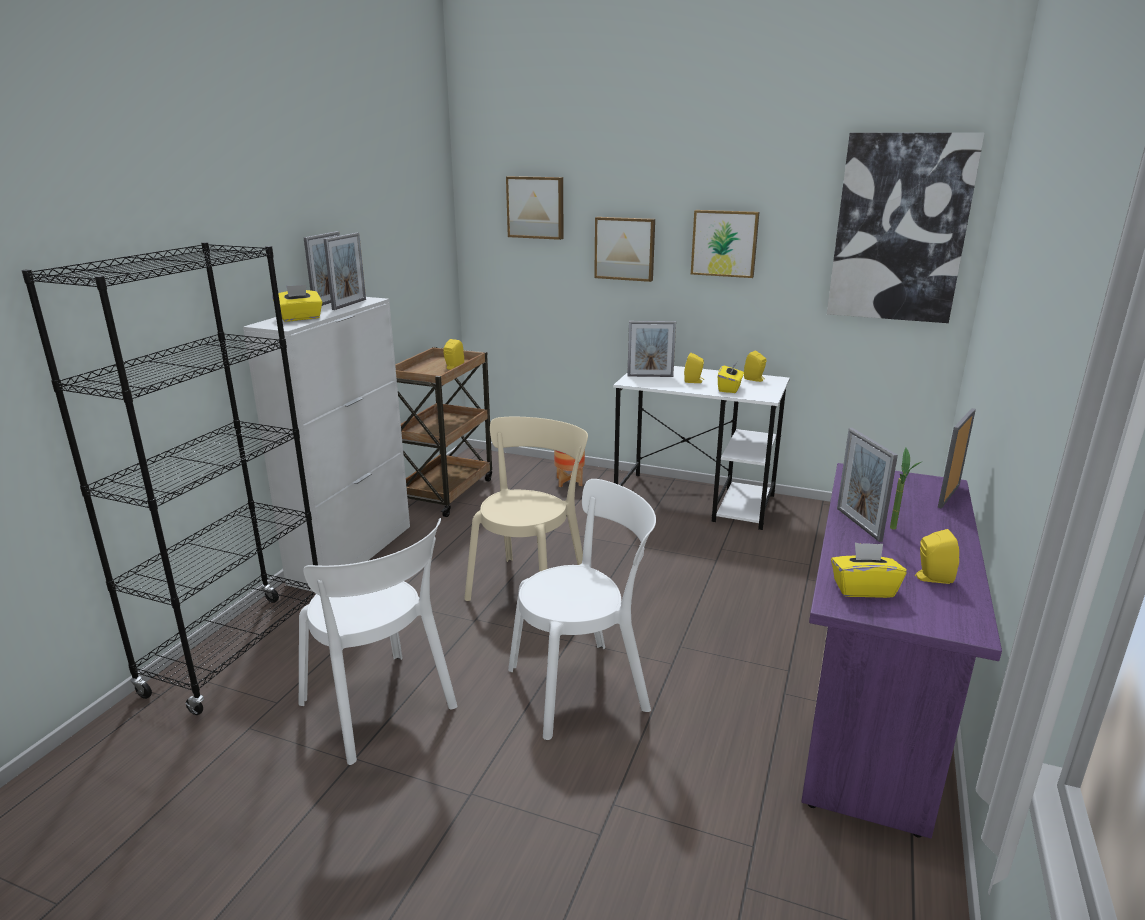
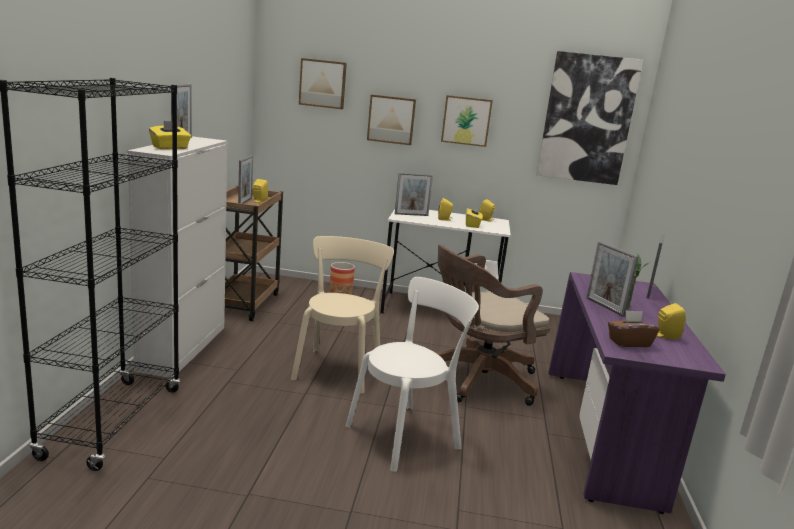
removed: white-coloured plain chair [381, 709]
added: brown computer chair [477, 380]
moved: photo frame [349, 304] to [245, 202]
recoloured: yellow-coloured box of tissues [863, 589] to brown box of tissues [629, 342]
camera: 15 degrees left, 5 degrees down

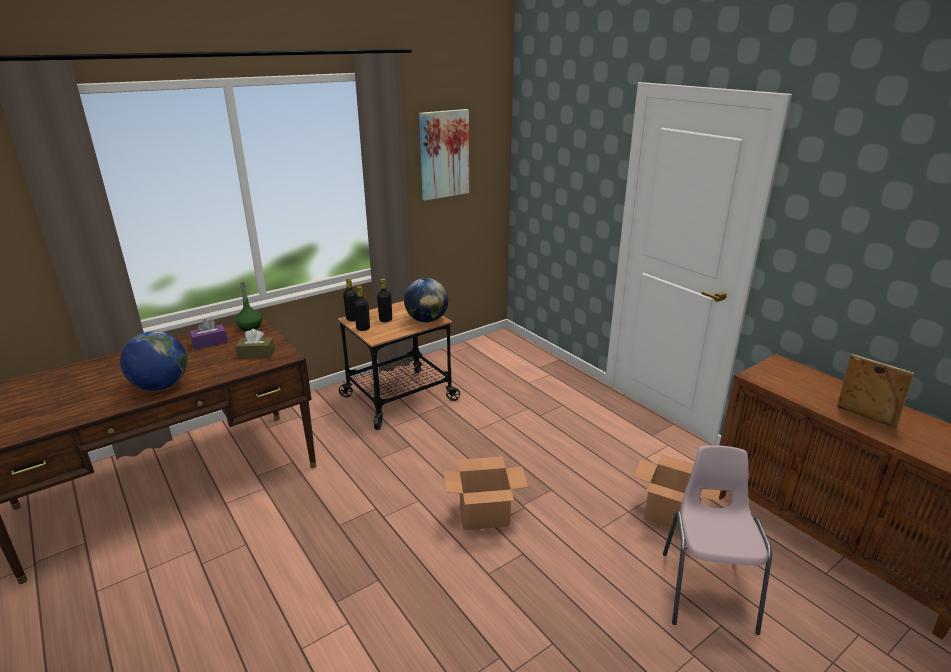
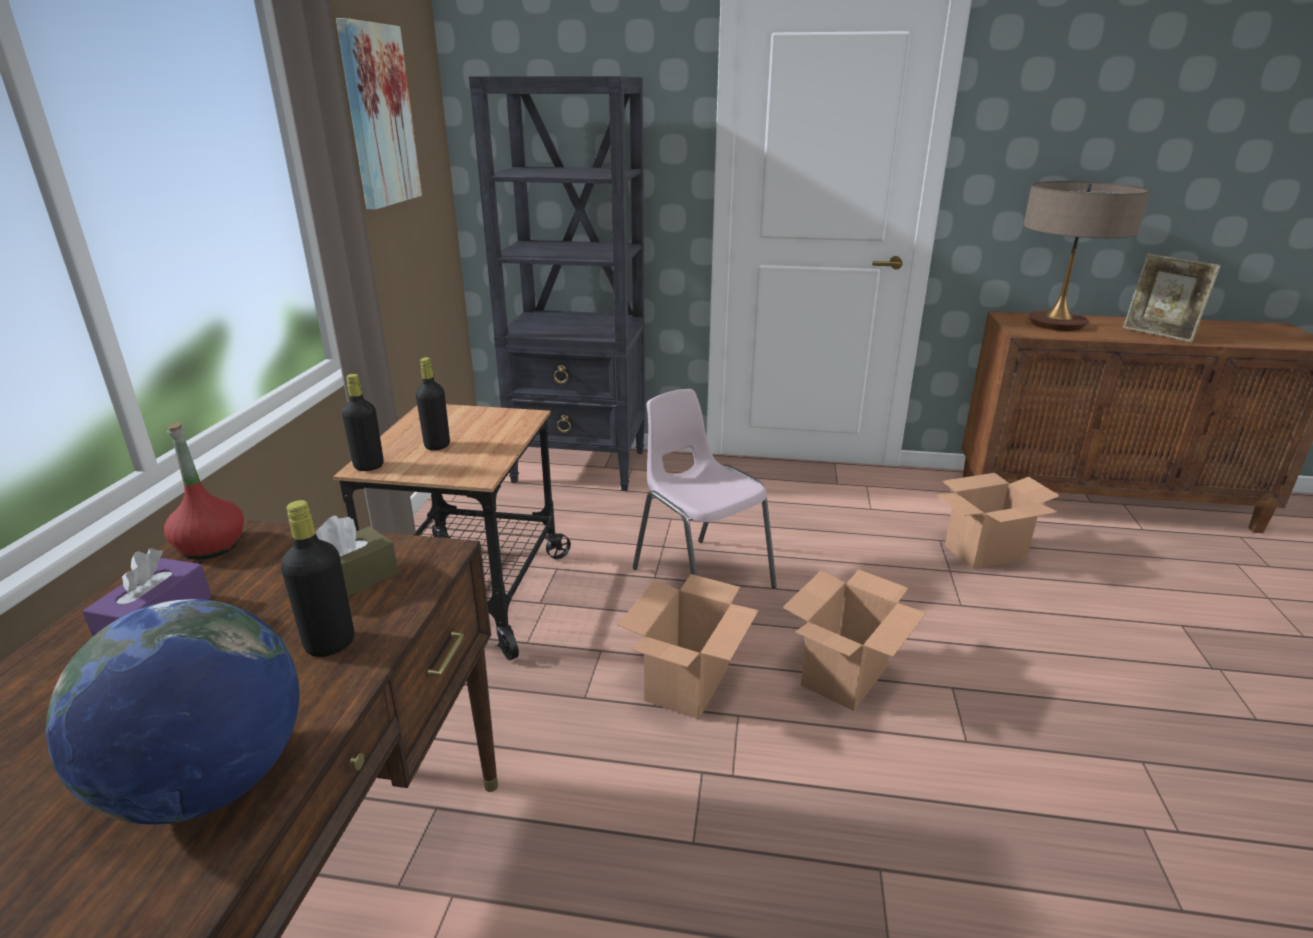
removed: desk globe [427, 320]
added: black bookshelf [581, 467]; cardboard box [687, 683]; lamp for a table [1056, 324]
moved: black bottle [363, 328] to [330, 644]; pink plain chair [706, 590] to [701, 577]
recoloured: greenish bottle [250, 327] to reddish bottle [211, 546]
turned: photo frame [863, 418] = [1158, 335] 135 degrees counterclockwise
camera: 45 degrees left, 0 degrees up

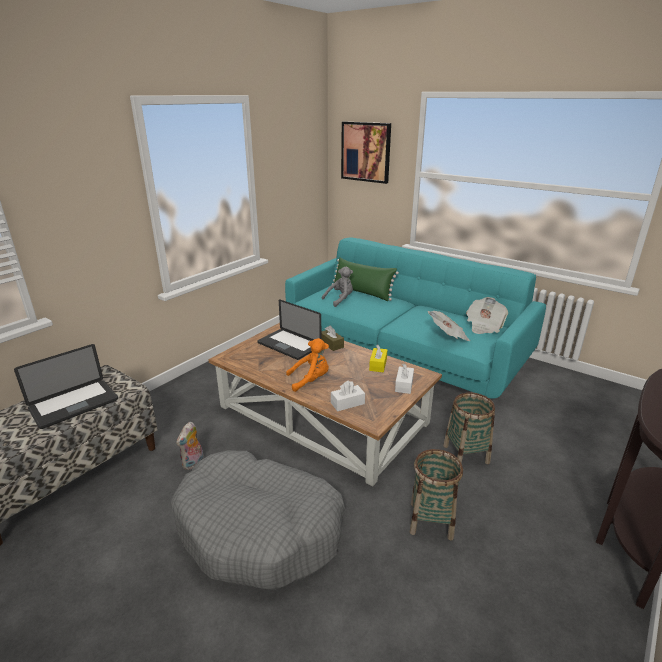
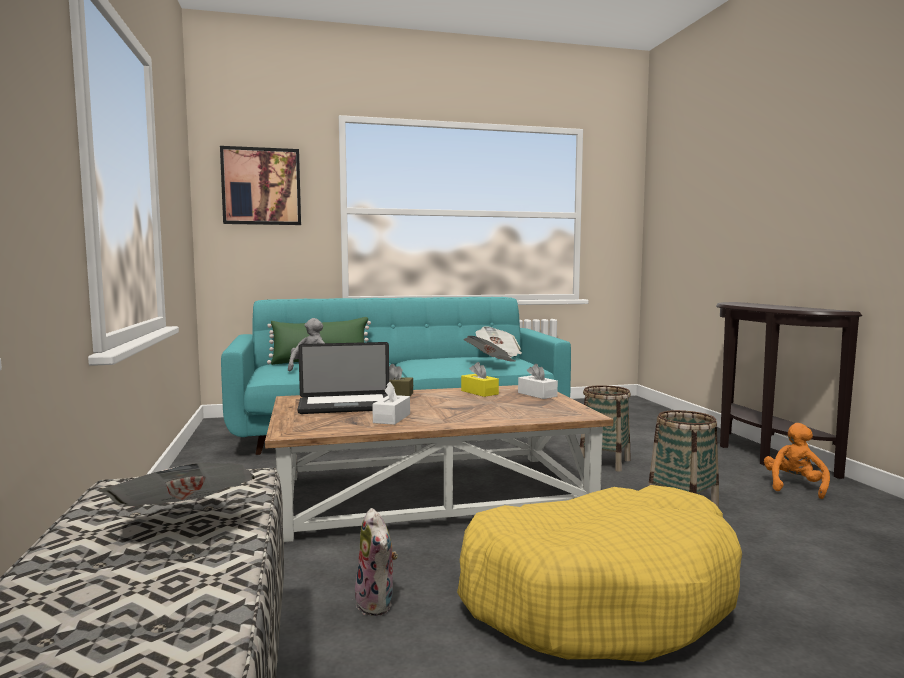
moved: white-coloured box of tissues [347, 403] to [391, 418]; orangey cuddly toy [310, 380] to [794, 486]
replaced: notebook computer [74, 404] to printed paper [184, 523]
recoloured: grey pet bed [259, 529] to yellow-coloured pet bed [598, 595]
camera: 50 degrees left, 20 degrees down

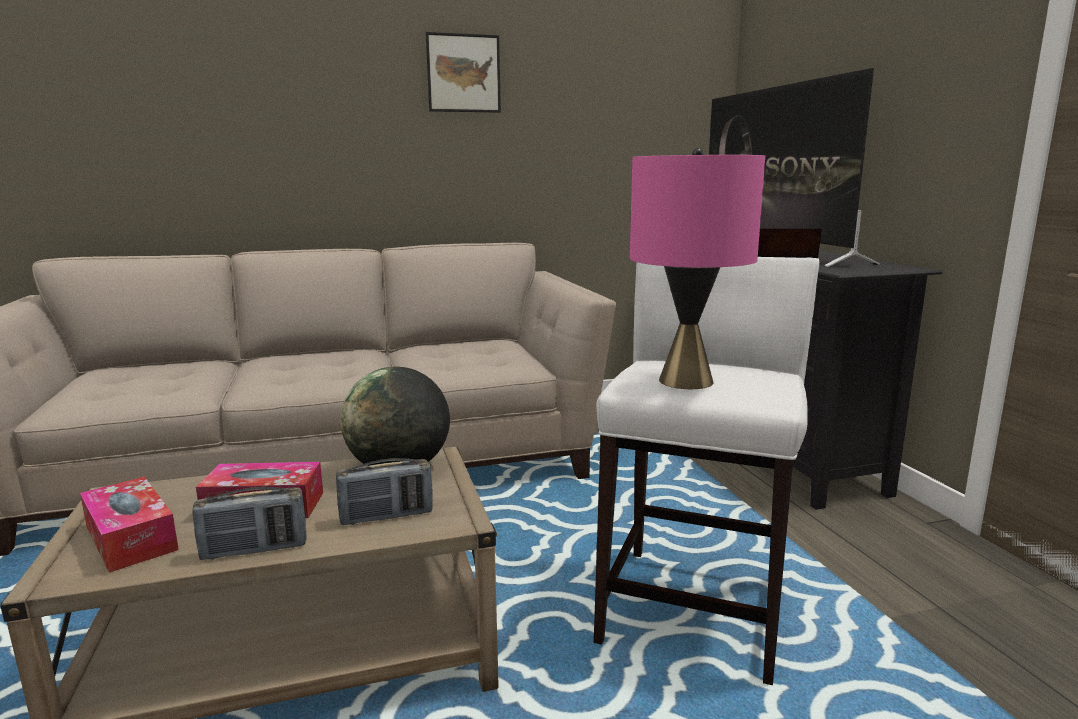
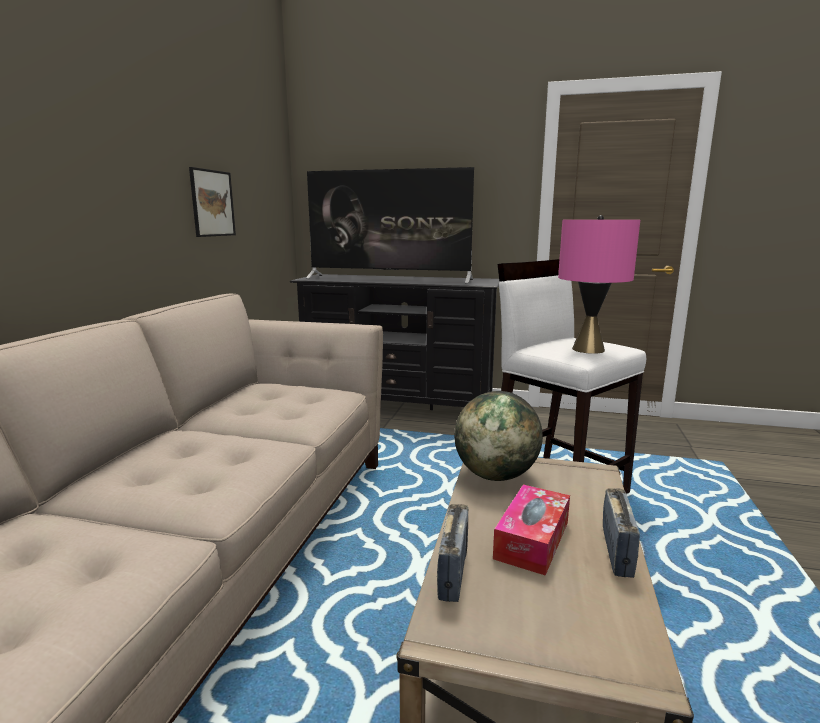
removed: box of tissues [131, 538]
moved: wall art [463, 73] to [212, 203]; radio set [386, 516] to [453, 573]
camera: 60 degrees left, 0 degrees up

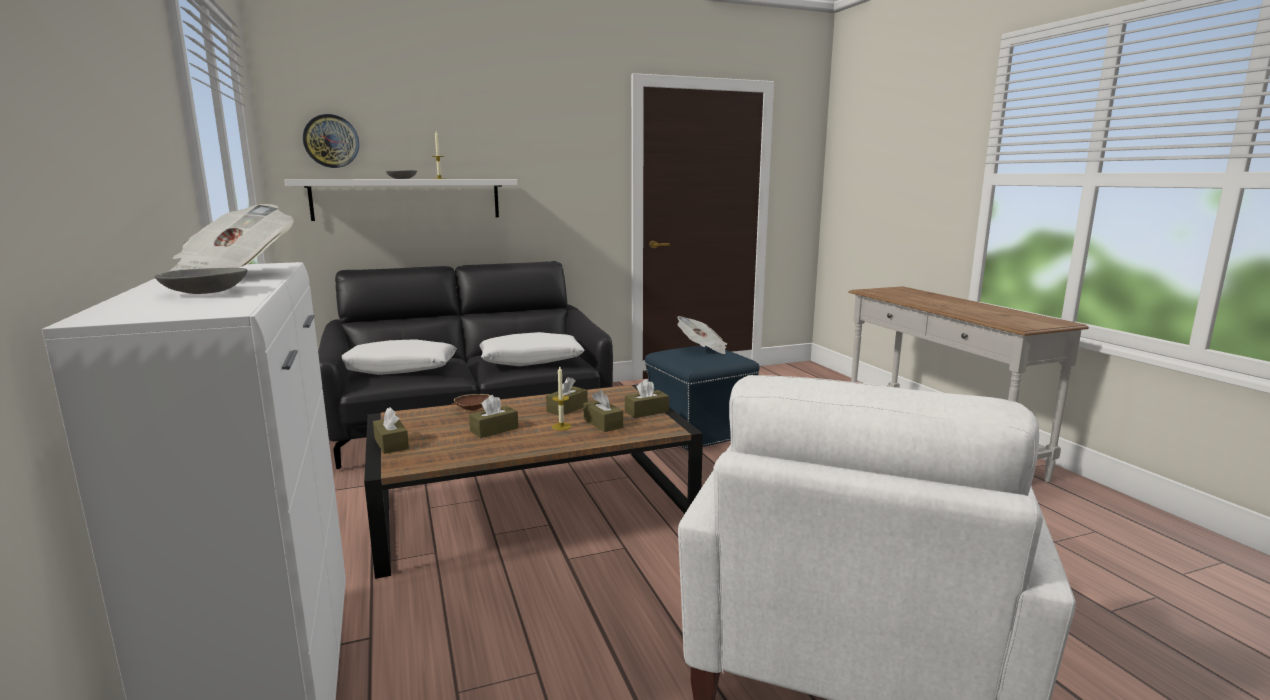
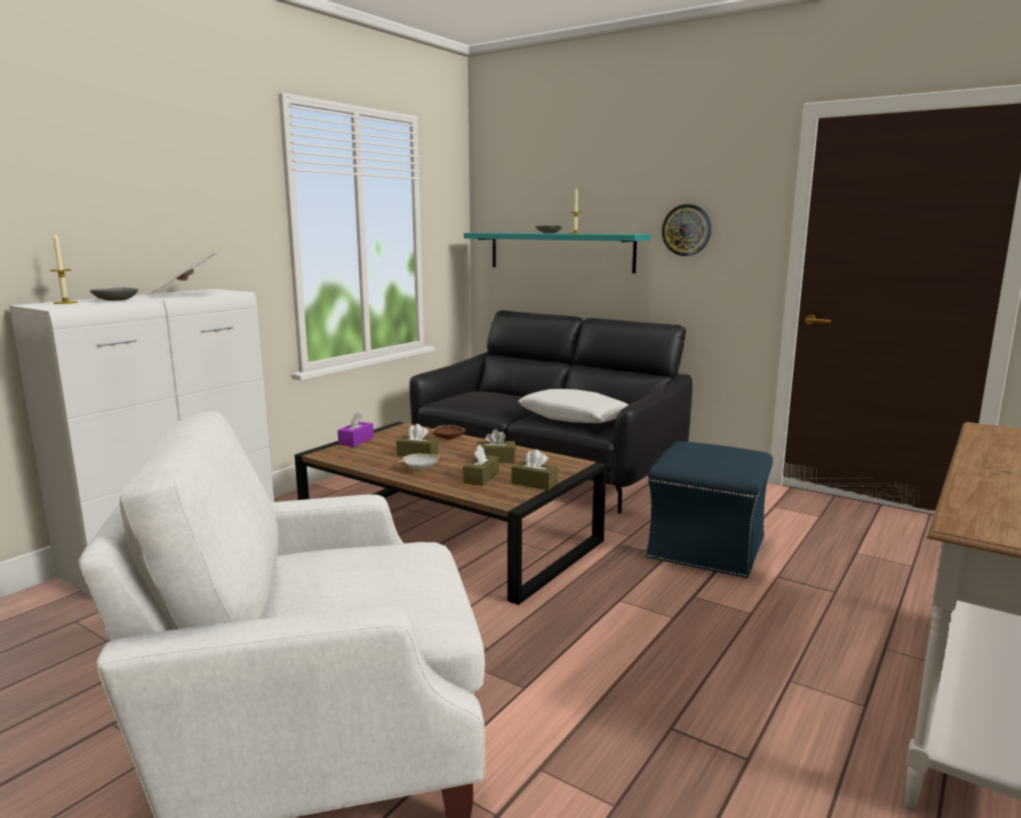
removed: white-coloured throw pillow [400, 369]; printed paper [702, 349]
added: white-coloured bowl [419, 468]
moved: wax light [561, 426] to [65, 302]; hanging clock [331, 141] to [686, 230]
recoloured: brown box of tissues [391, 444] to purple-coloured box of tissues [356, 441]; white-coloured wall shelf [407, 199] to turquoise-coloured wall shelf [560, 251]
camera: 55 degrees right, 0 degrees up

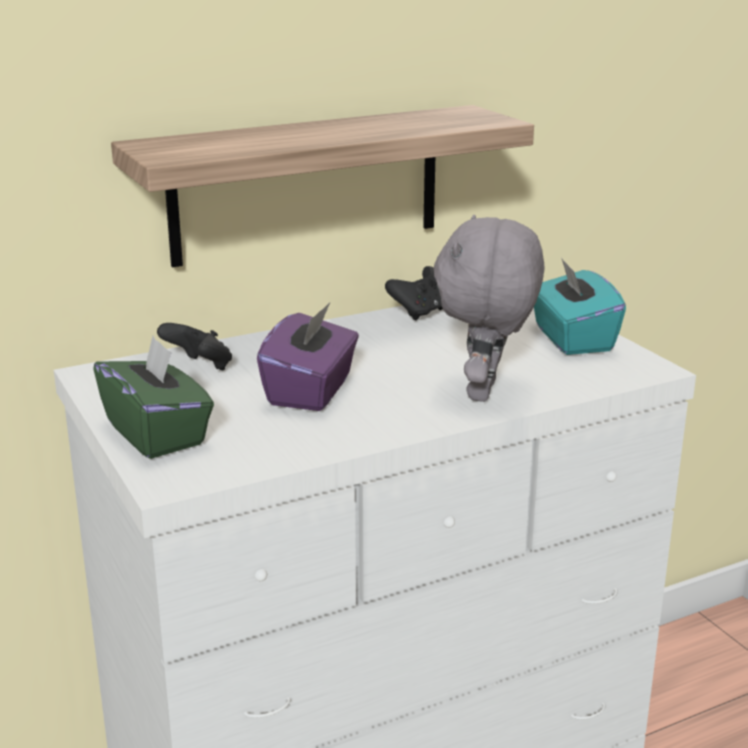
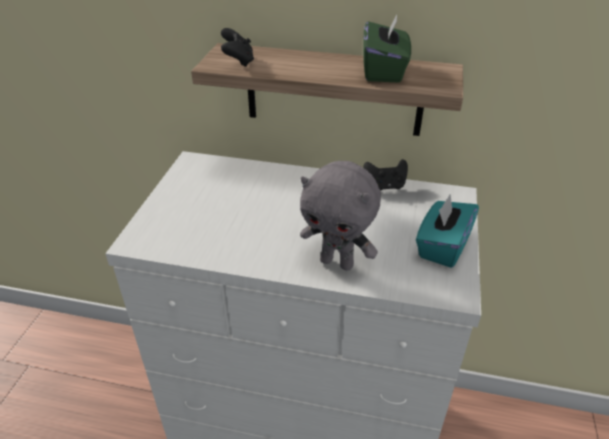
removed: purple-coloured box of tissues [311, 391]
moved: black game controller [200, 367] to [238, 61]; greenish box of tissues [157, 433] to [384, 71]
turned: grey cuddly toy [486, 392] = [338, 262] 120 degrees counterclockwise
camera: 40 degrees right, 15 degrees up

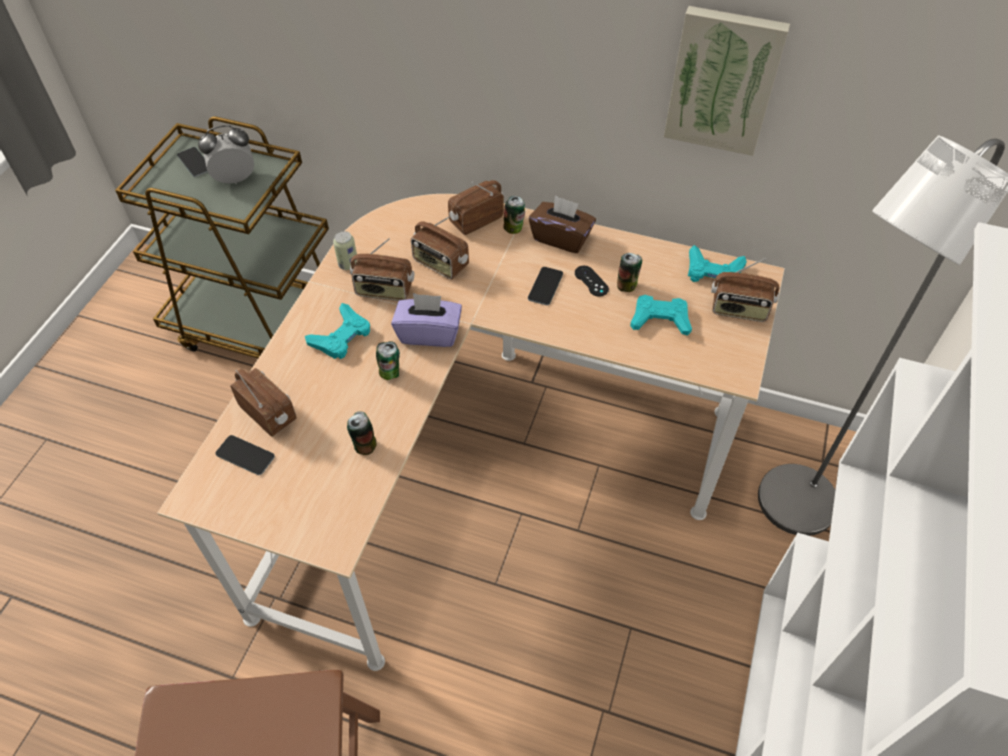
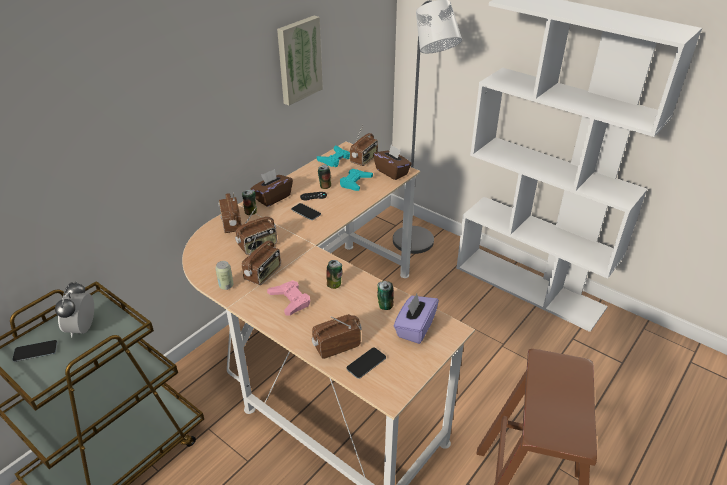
added: brown box of tissues [392, 172]
moved: purple-coloured box of tissues [429, 333] to [415, 328]
recoloured: turquoise-coloured game controller [341, 336] to pink game controller [290, 300]
camera: 70 degrees left, 15 degrees down

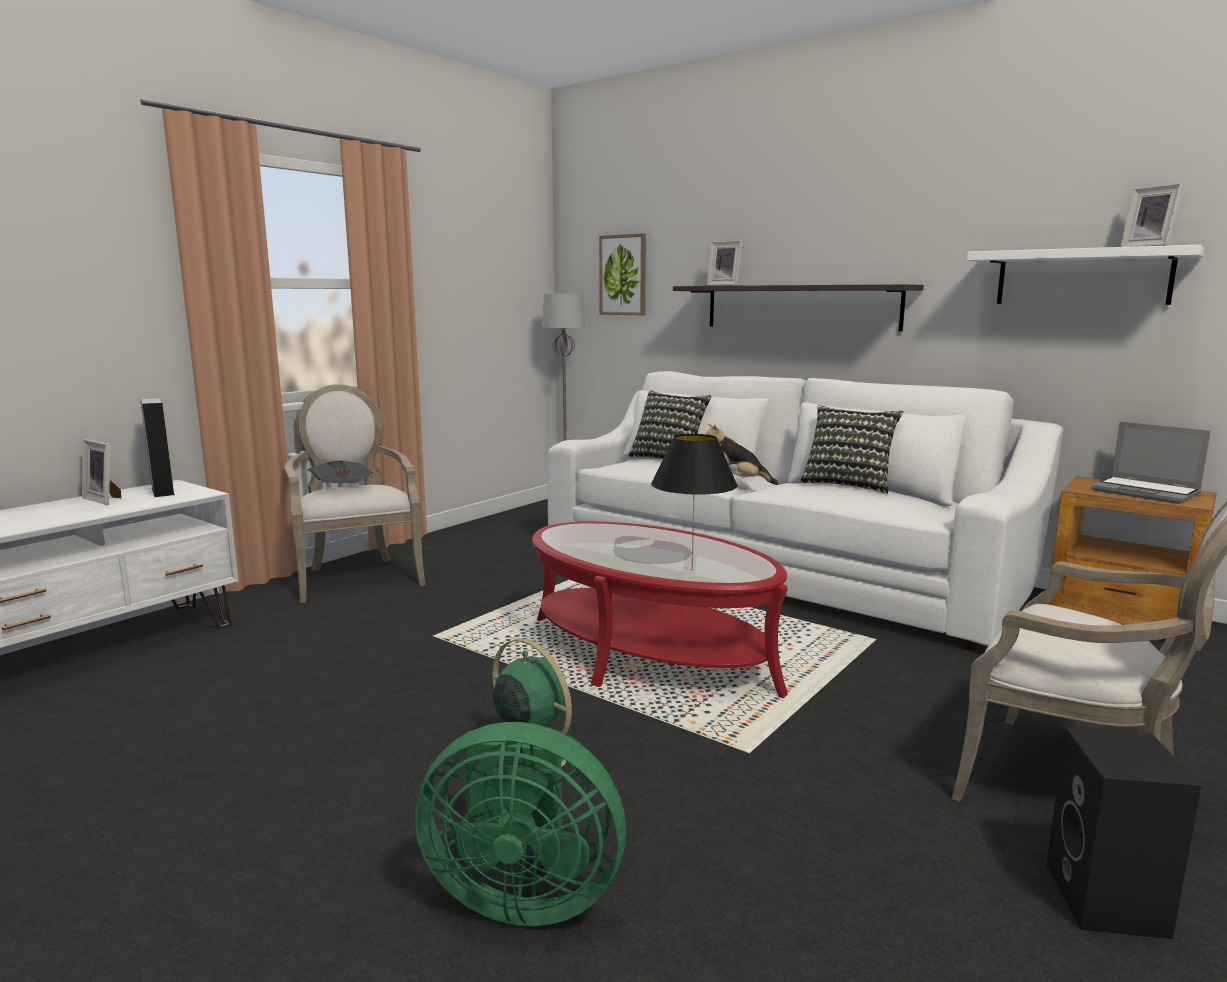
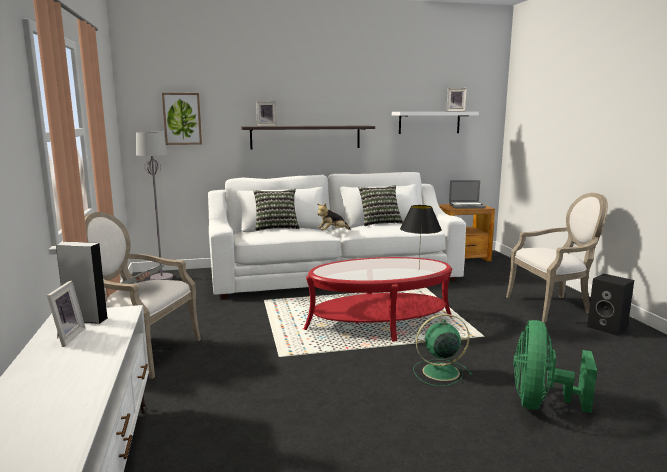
turned: photo frame [105, 499] = [66, 337] 75 degrees counterclockwise; greenish fan [522, 895] = [541, 403] 150 degrees clockwise
camera: 50 degrees left, 0 degrees up

